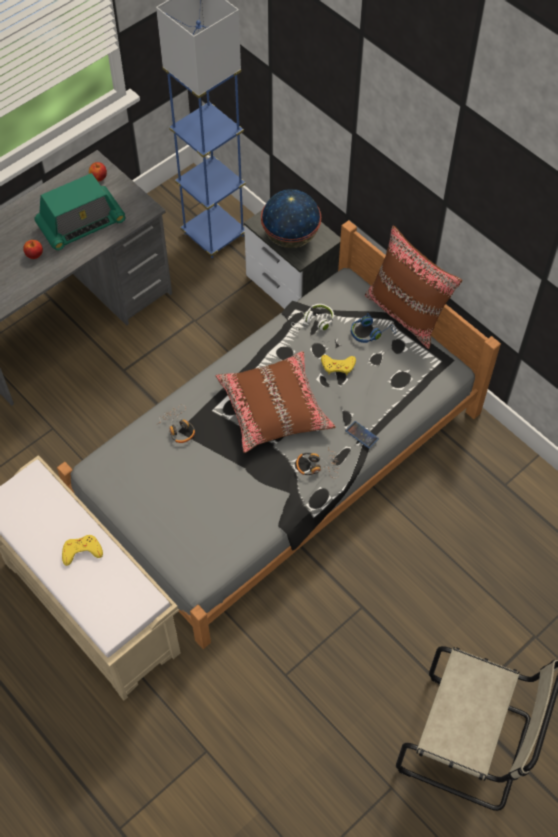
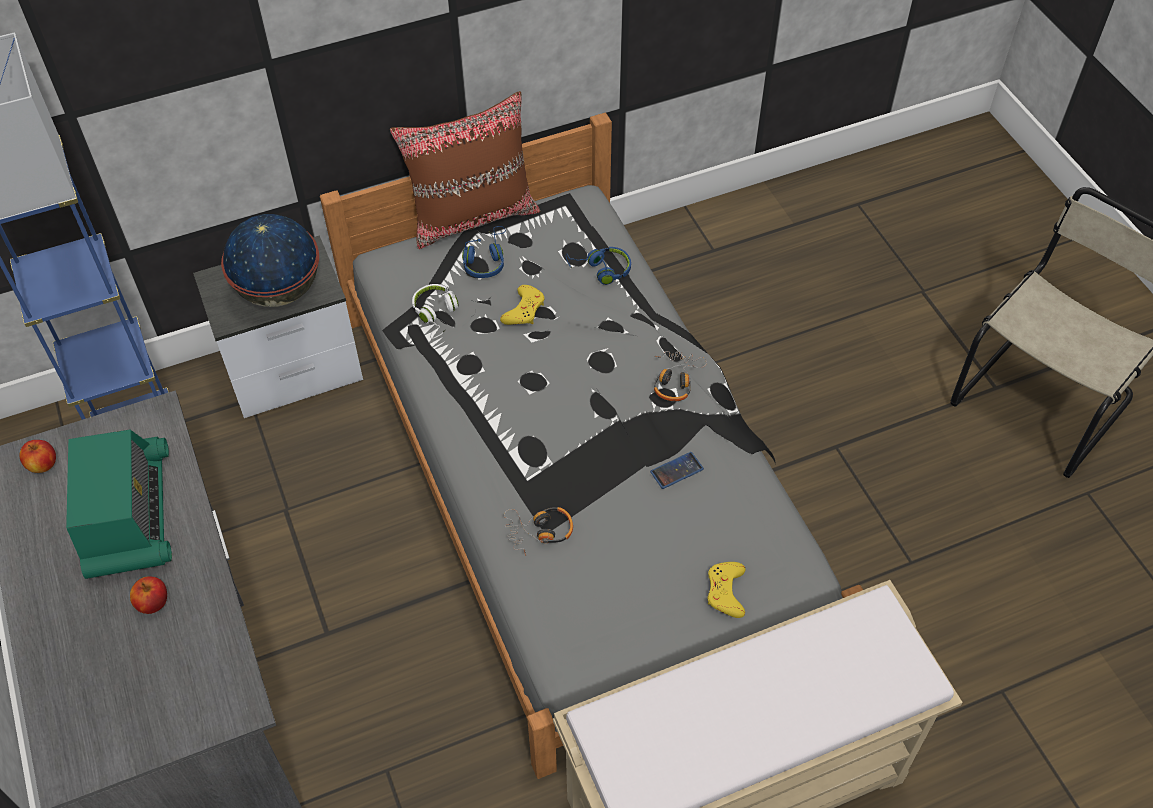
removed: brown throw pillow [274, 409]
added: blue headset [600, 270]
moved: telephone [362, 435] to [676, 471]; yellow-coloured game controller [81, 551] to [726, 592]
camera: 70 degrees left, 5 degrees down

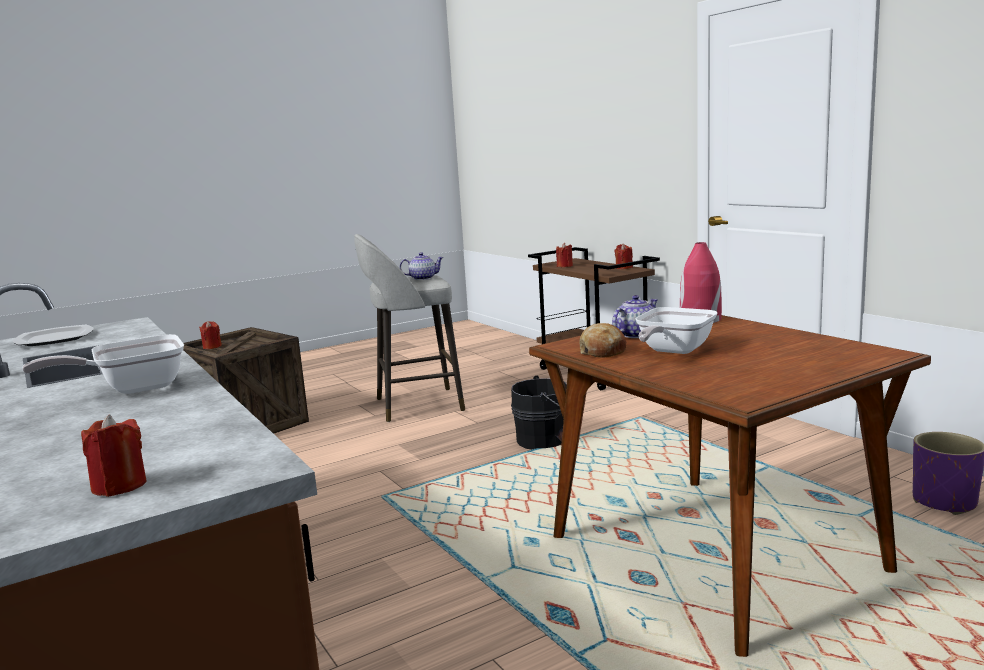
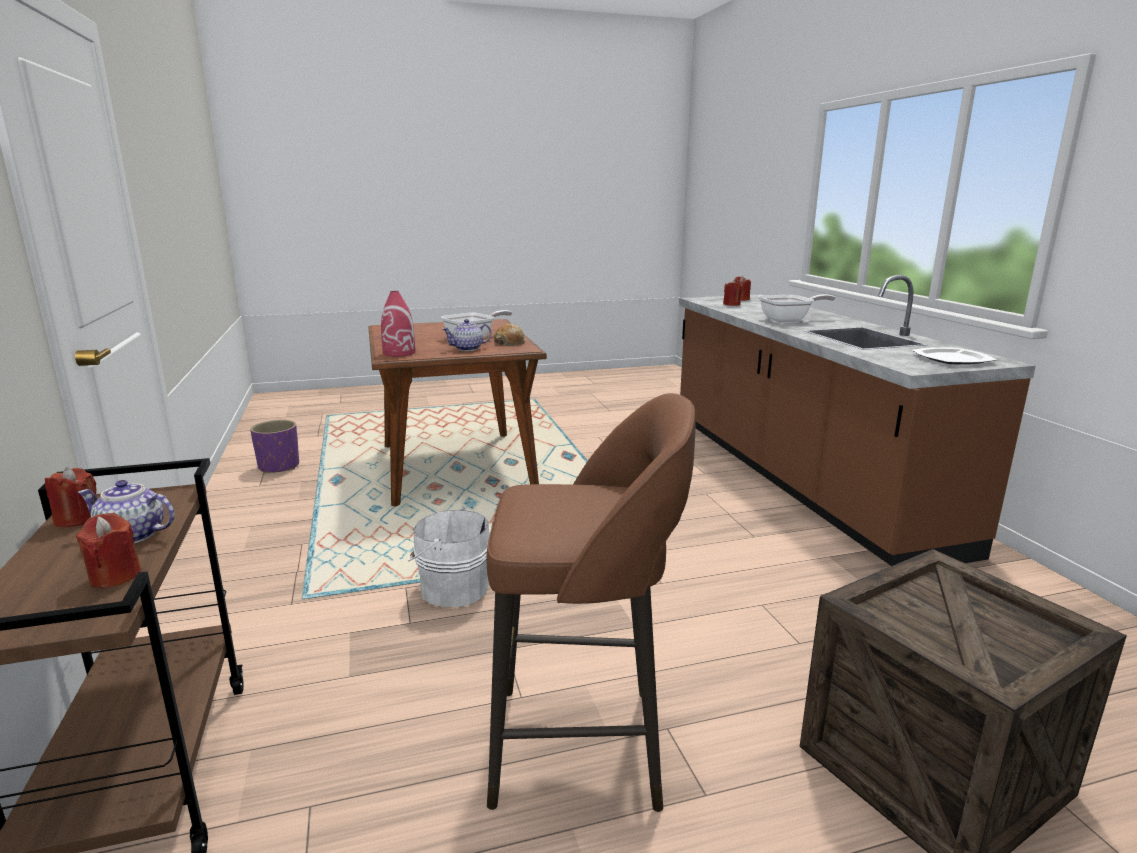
moved: pot for tea [422, 278] to [132, 536]; reddish wax light [212, 347] to [731, 304]
recoloured: black pail [545, 439] to white-coloured pail [452, 588]; grey sitting stool [416, 405] to brown sitting stool [582, 746]
camera: 165 degrees left, 5 degrees up

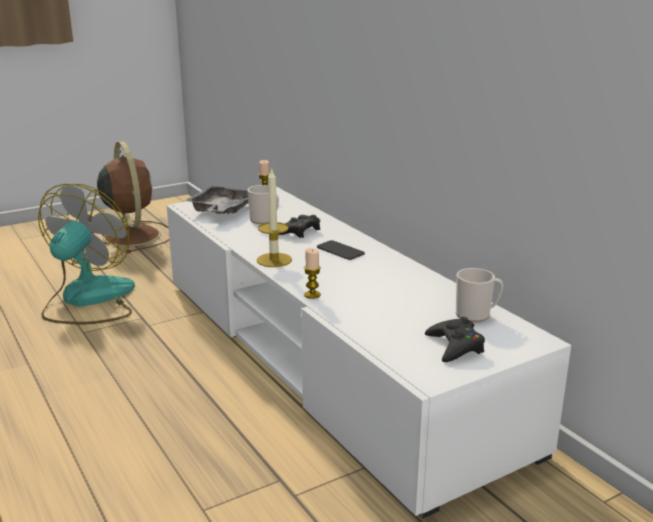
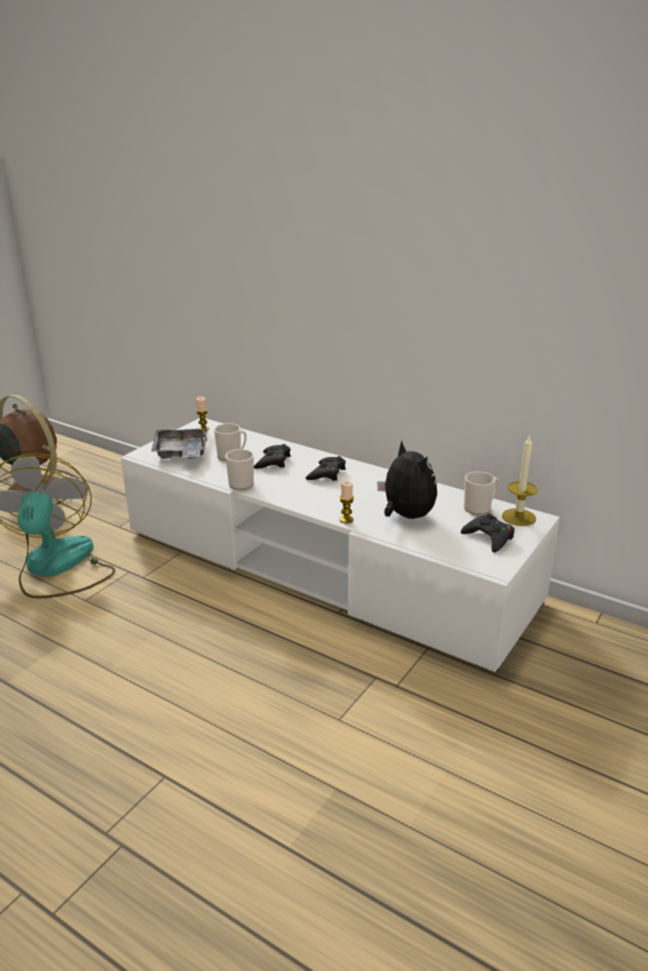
added: mug [242, 482]; cuddly toy [405, 516]
moved: wax light [274, 260] to [518, 517]
replaced: telephone [340, 251] to black game controller [327, 473]
camera: 25 degrees left, 5 degrees up

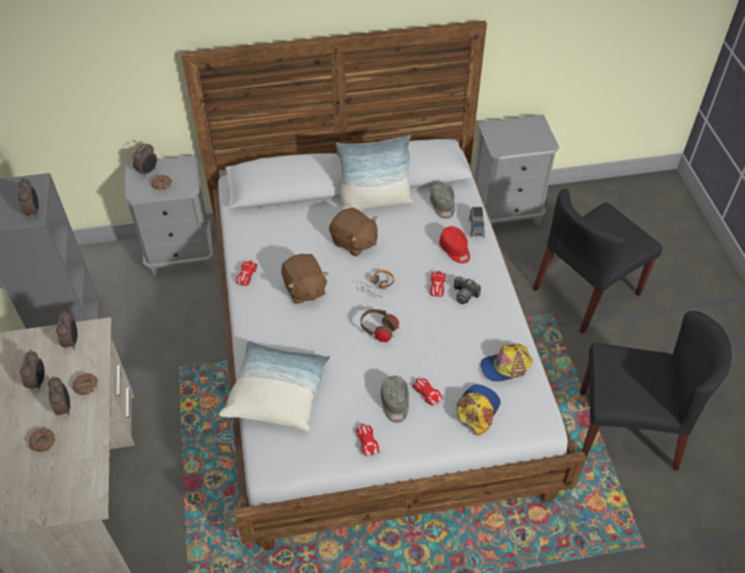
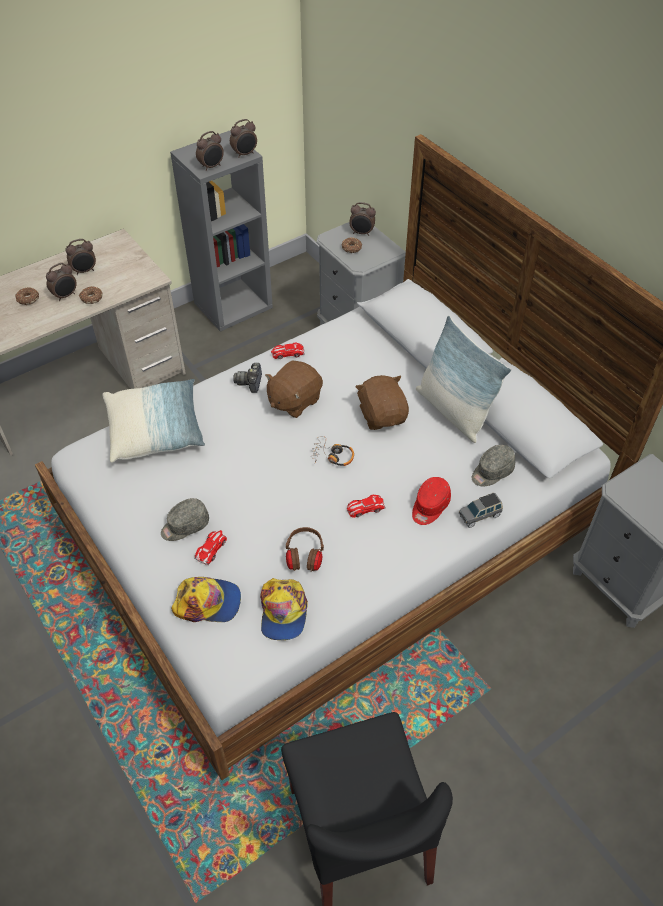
removed: model car [367, 441]; black plain chair [586, 292]
moved: alarm clock [72, 341] to [245, 154]; still camera [465, 294] to [250, 382]; brown headset [379, 330] to [304, 557]
turned: cap [506, 366] = [283, 612] 135 degrees counterclockwise; brown cuddly toy [354, 242] = [382, 415] 150 degrees clockwise
camera: 65 degrees right, 0 degrees up

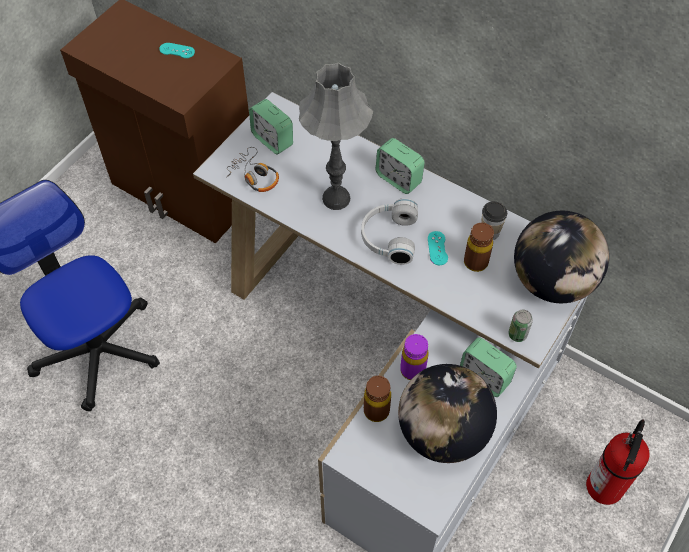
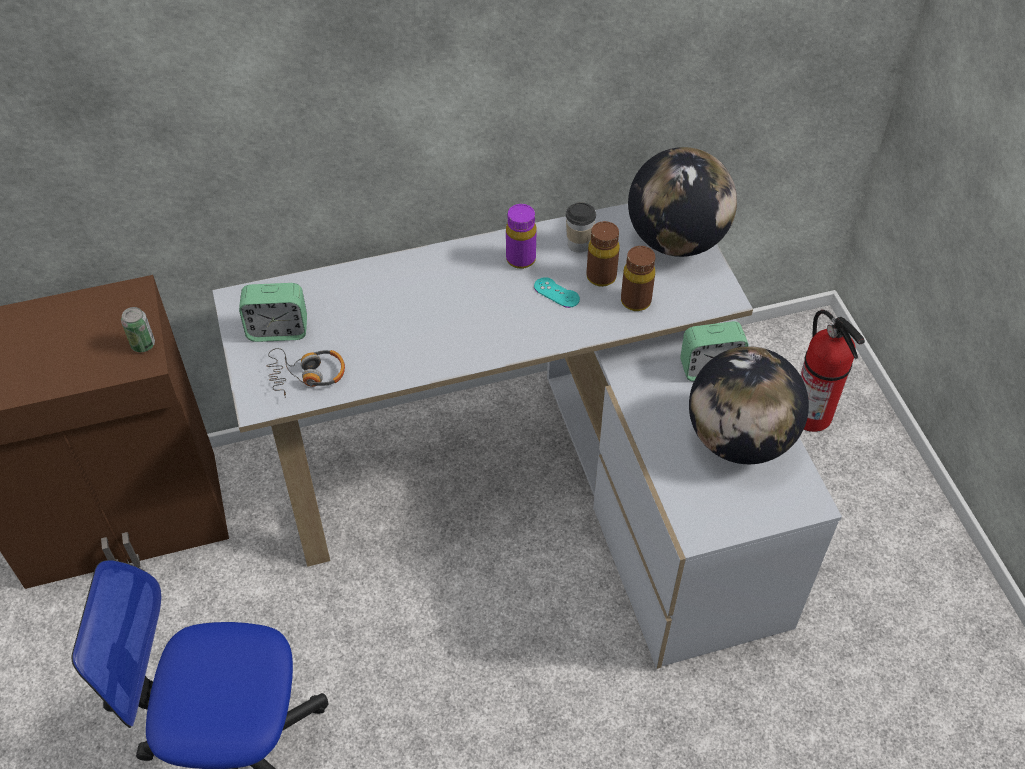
removed: turquoise-coloured game controller [177, 50]; grey lamp for a table [336, 198]; white-coloured headset [388, 237]; alarm clock [398, 179]
moved: metal can [517, 334] to [143, 344]; purple-coloured bottle [412, 370] to [520, 259]; brown bottle [376, 410] to [635, 301]
camera: 50 degrees left, 5 degrees down

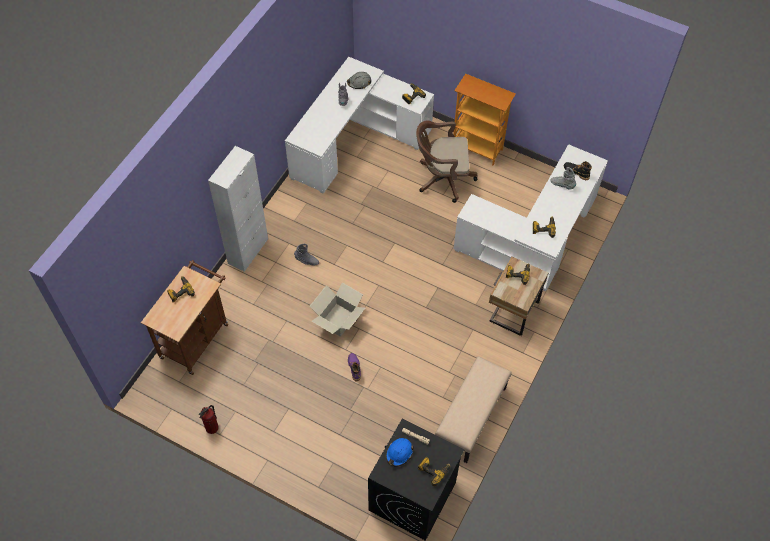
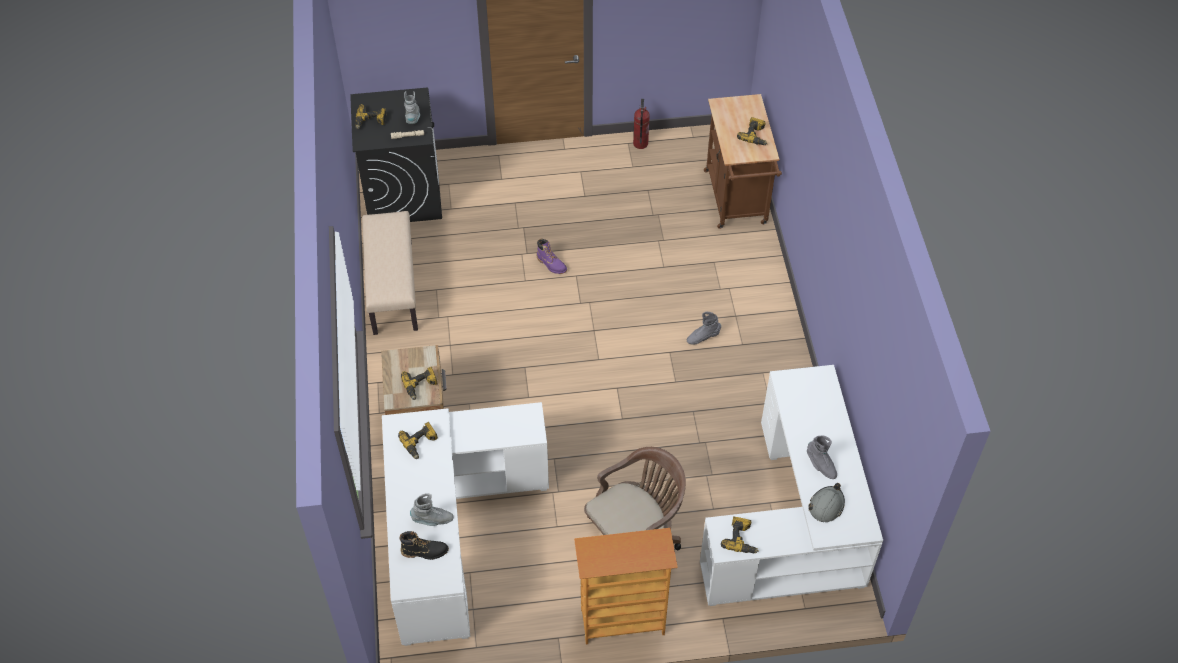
removed: white-coloured cabinet [248, 251]; cardboard box [338, 320]
replaced: blue hard hat [399, 453] to grey boot [413, 117]
camera: 145 degrees right, 5 degrees down

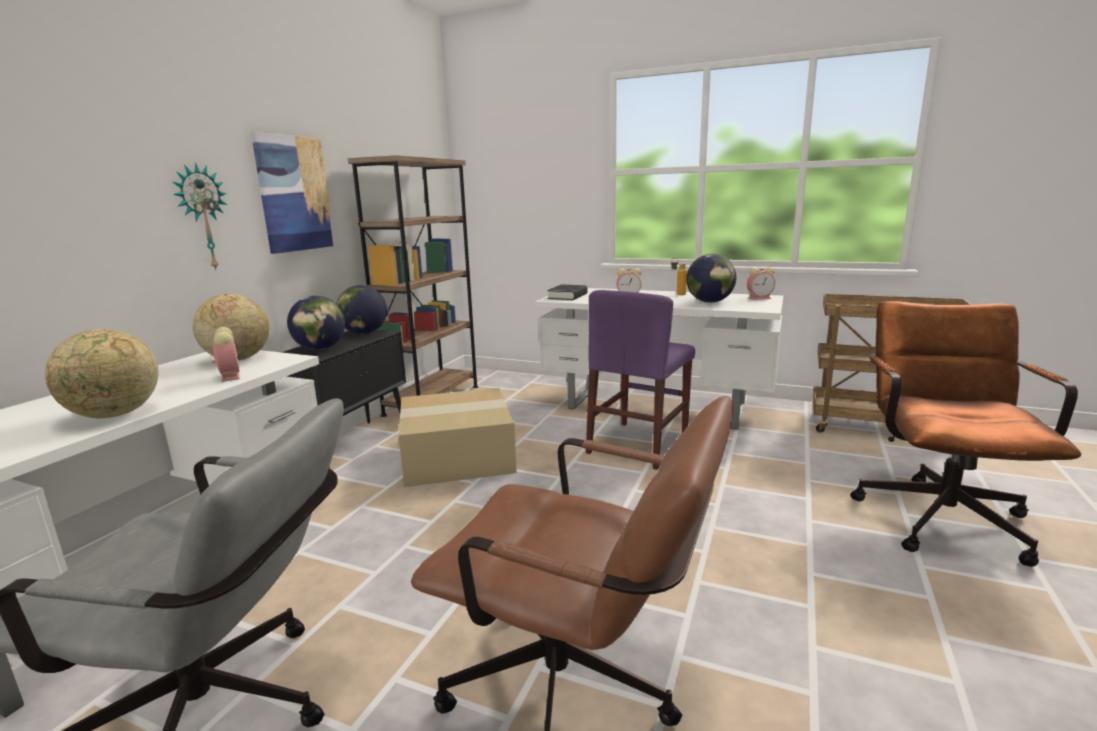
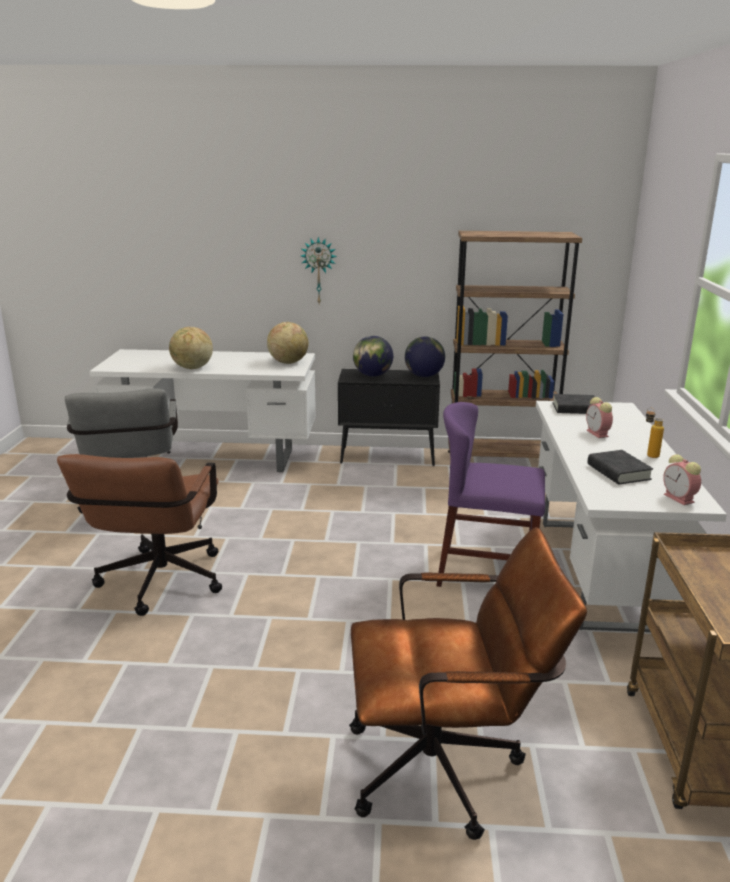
removed: alarm clock [230, 376]; wall art [294, 194]; cardboard box [459, 455]
replaced: desk globe [710, 302] to black book [618, 472]
camera: 70 degrees right, 5 degrees up

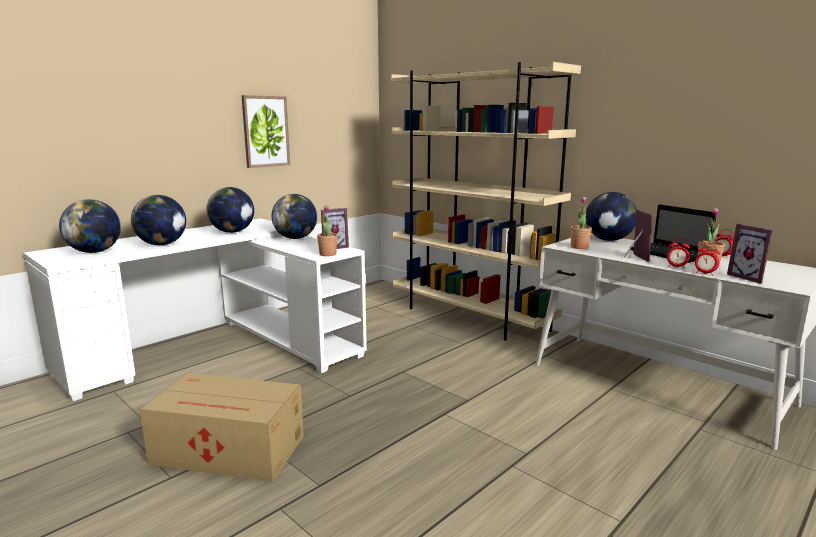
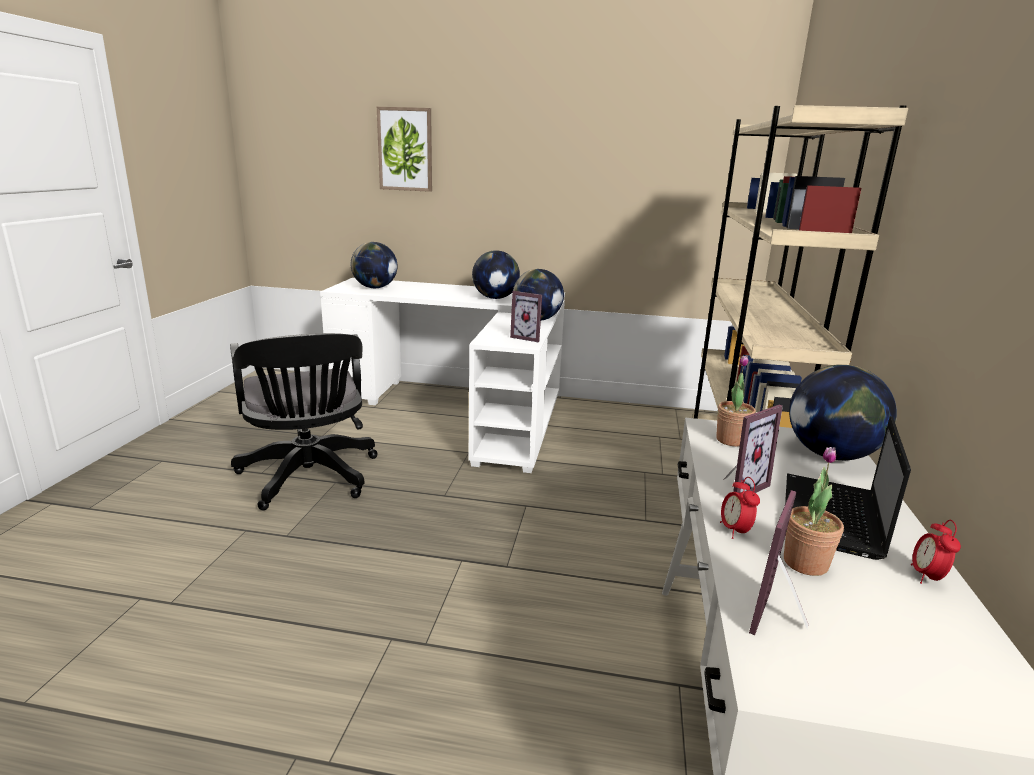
removed: desk globe [162, 244]; houseplant [328, 254]; alarm clock [704, 274]
moved: wall art [265, 131] to [405, 149]
replaced: cardboard box [230, 450] to black computer chair [310, 479]
camera: 55 degrees right, 5 degrees up

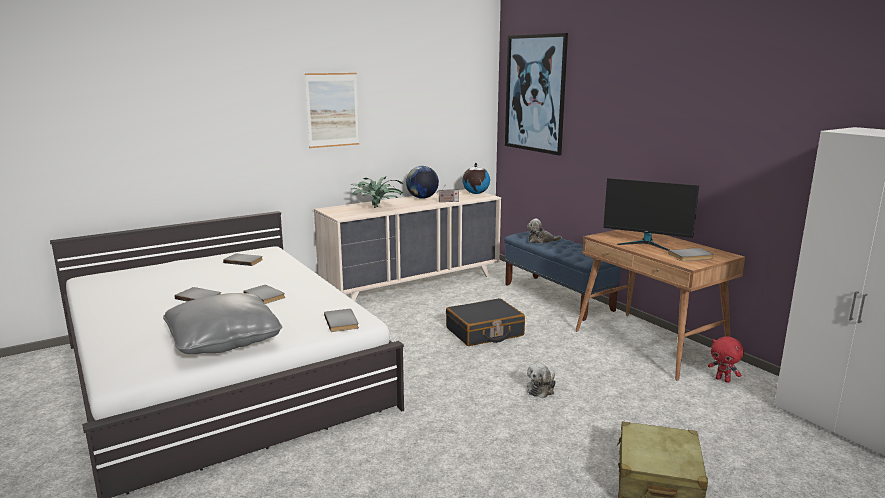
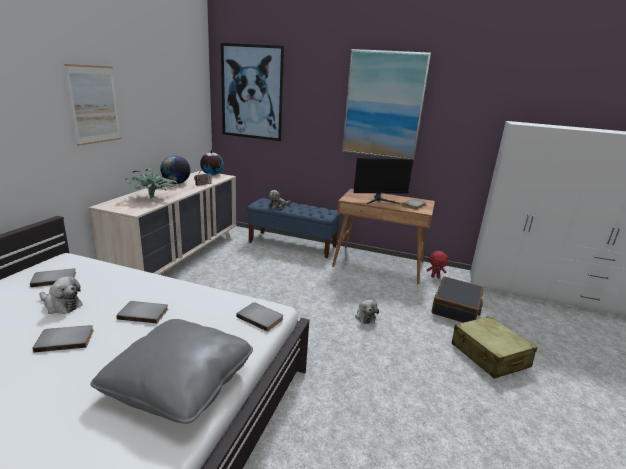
added: cuddly toy [61, 305]; wall art [383, 105]
moved: black travel case [484, 332] to [456, 308]
camera: 40 degrees left, 5 degrees up

